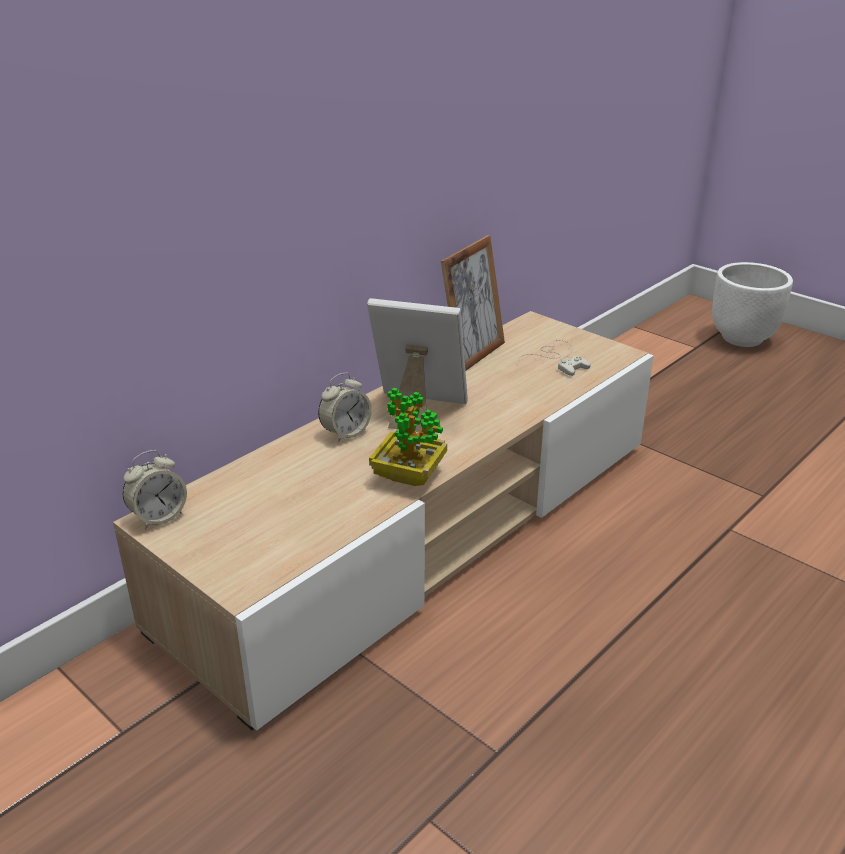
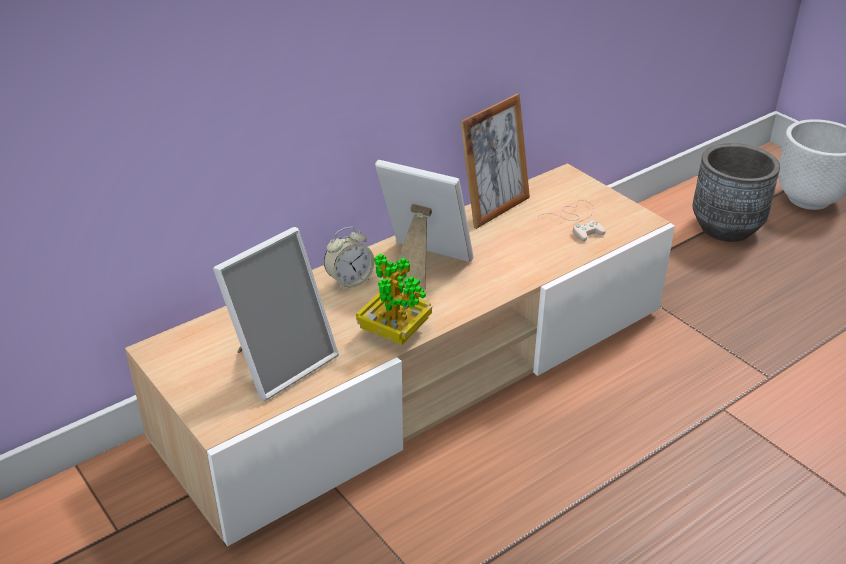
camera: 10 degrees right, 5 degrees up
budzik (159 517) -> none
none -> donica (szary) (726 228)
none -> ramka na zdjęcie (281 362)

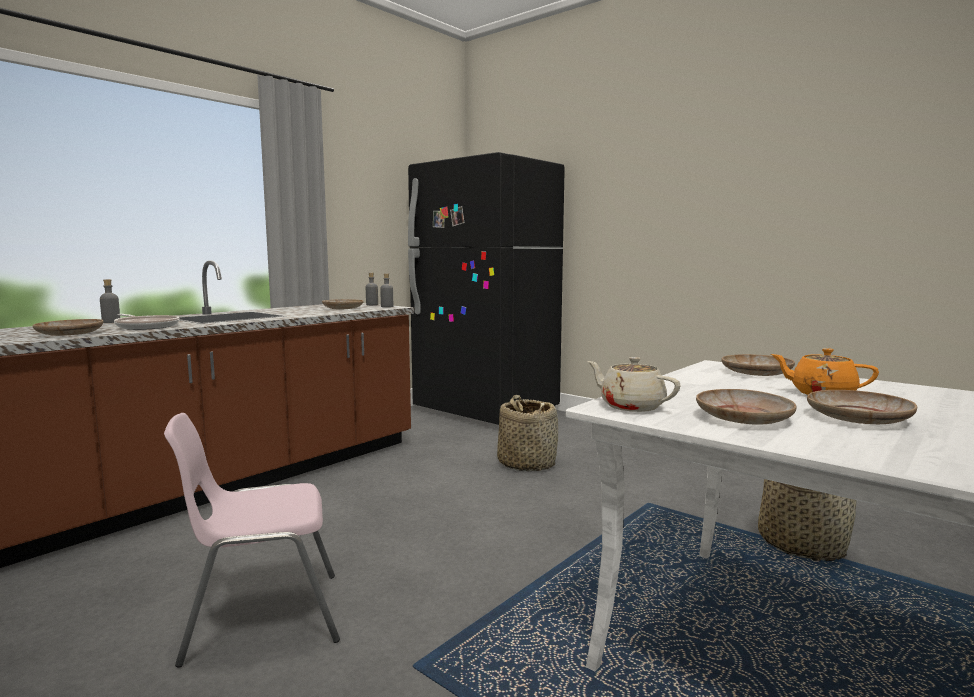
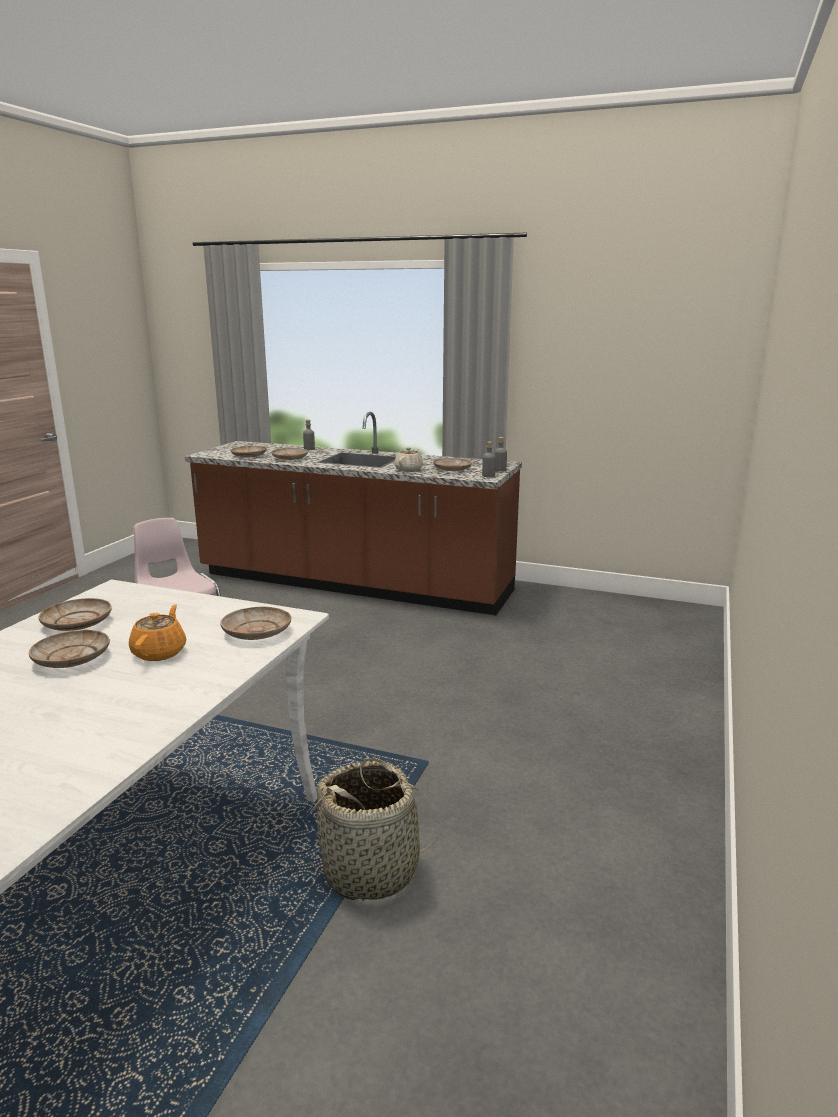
camera: 70 degrees right, 10 degrees up
lodówka (czarny) (486 411) -> none
patelnia (146 326) -> talerz (beżowy) (290 458)
imbryk (beżowy) (631 406) -> imbryk (beżowy) (409 469), move
koszyk (526 463) -> none

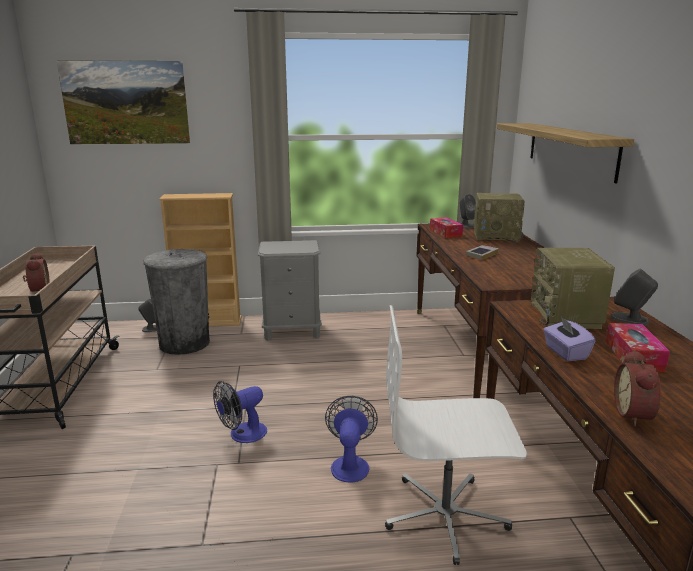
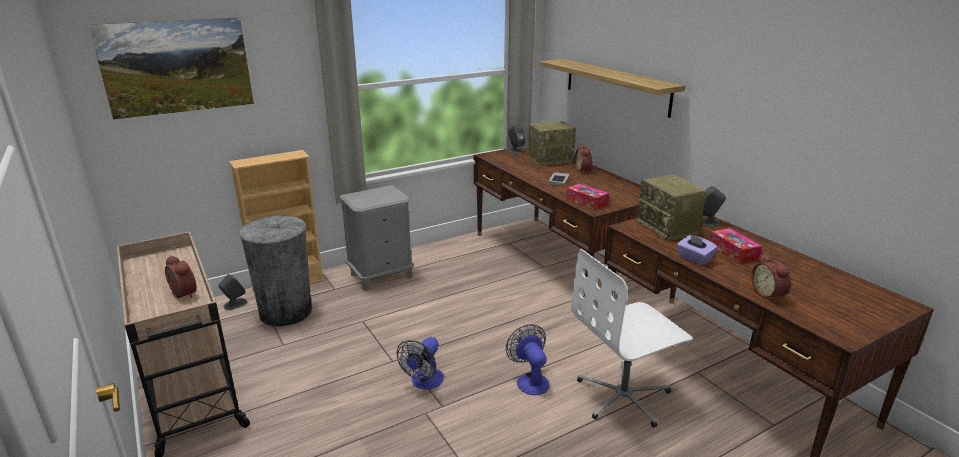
camera: 25 degrees left, 5 degrees up
pudełko chusteczek (445 233) -> pudełko chusteczek (586 202), move
none -> budzik (584 170)

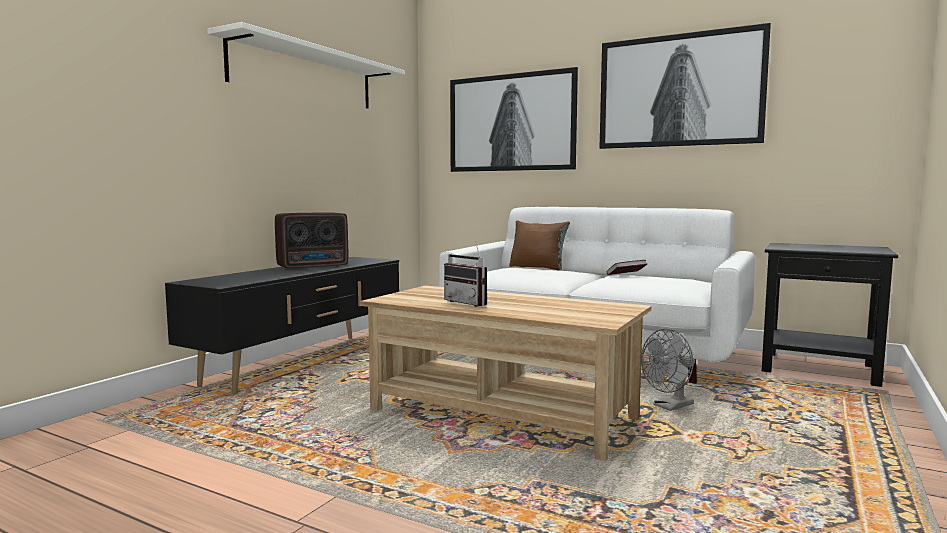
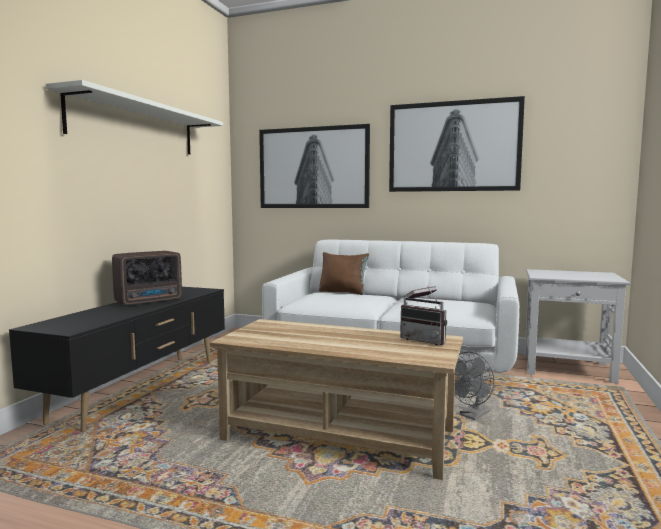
camera: 10 degrees left, 0 degrees up
radio (470 303) -> radio (425 340), move
stolik (czarny) (820 368) -> stolik (biały) (568 368)

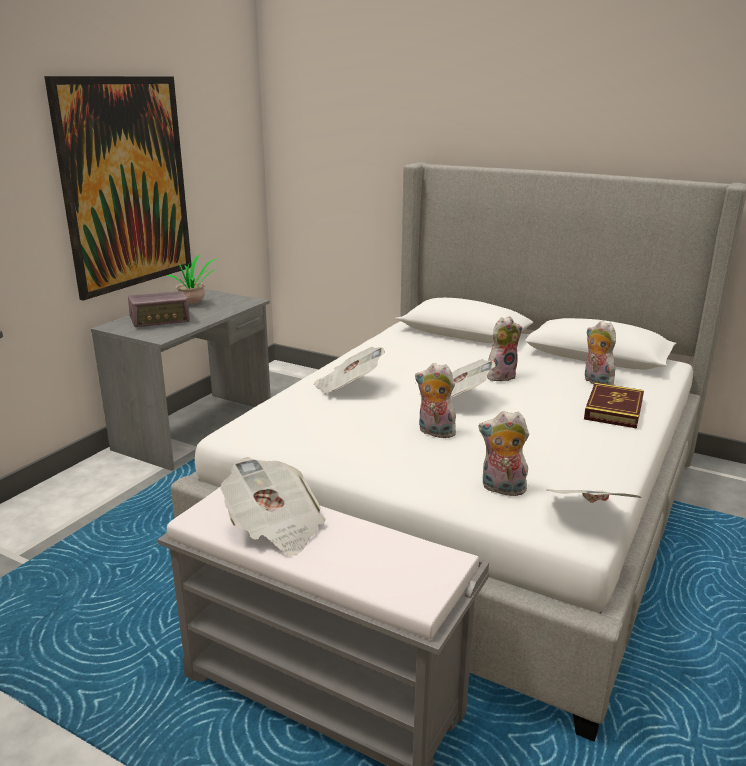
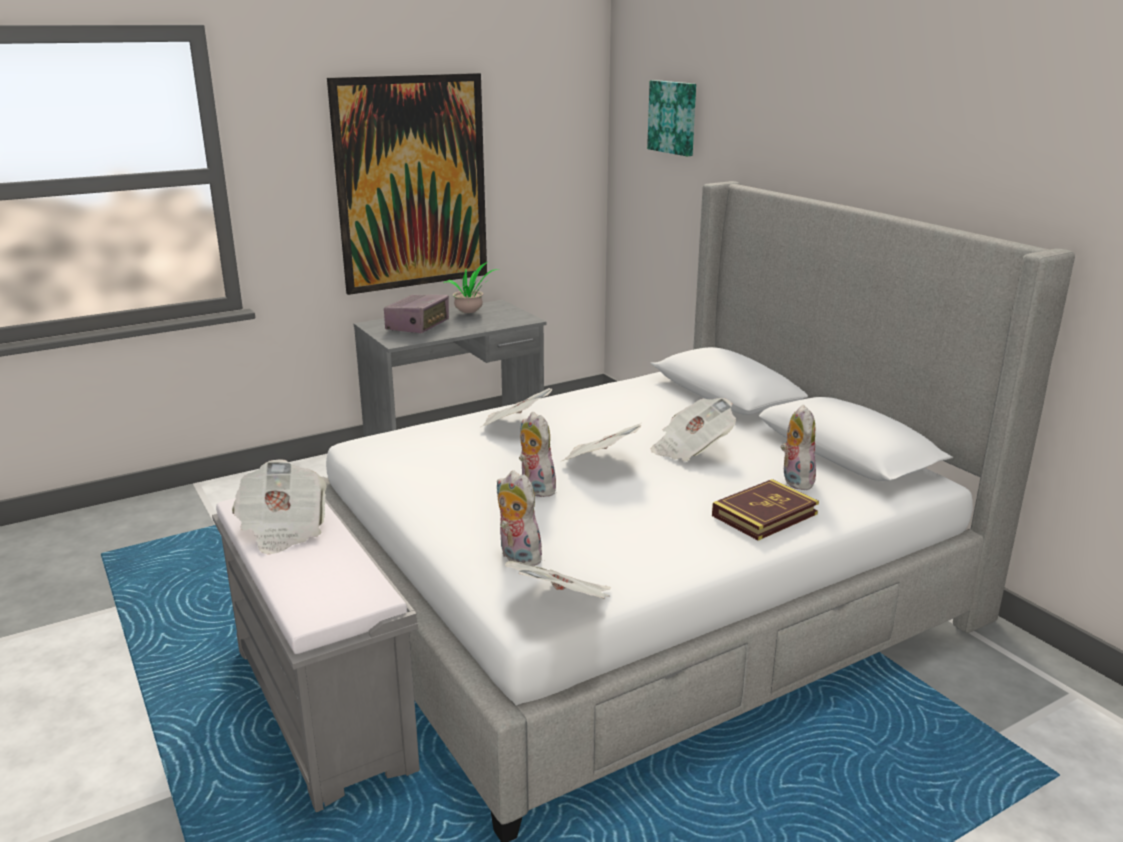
camera: 30 degrees right, 0 degrees up
radio (160 321) -> radio (418 326), 75 degrees counterclockwise
pluszak (501 376) -> gazeta (691 449)
none -> obraz (673 117)

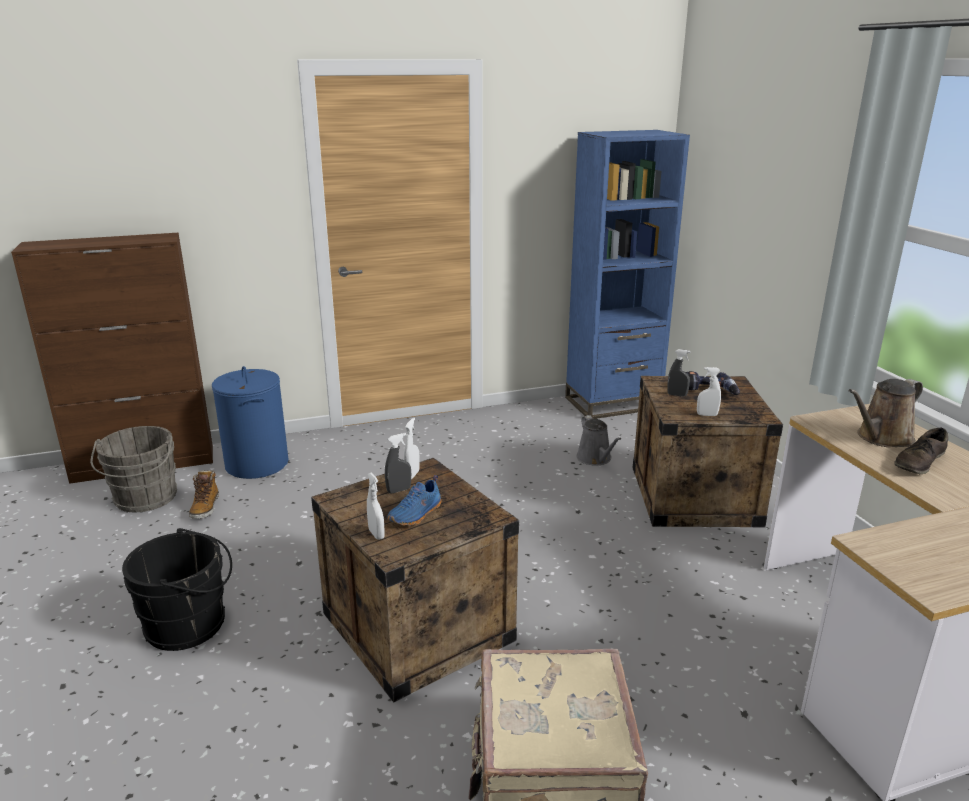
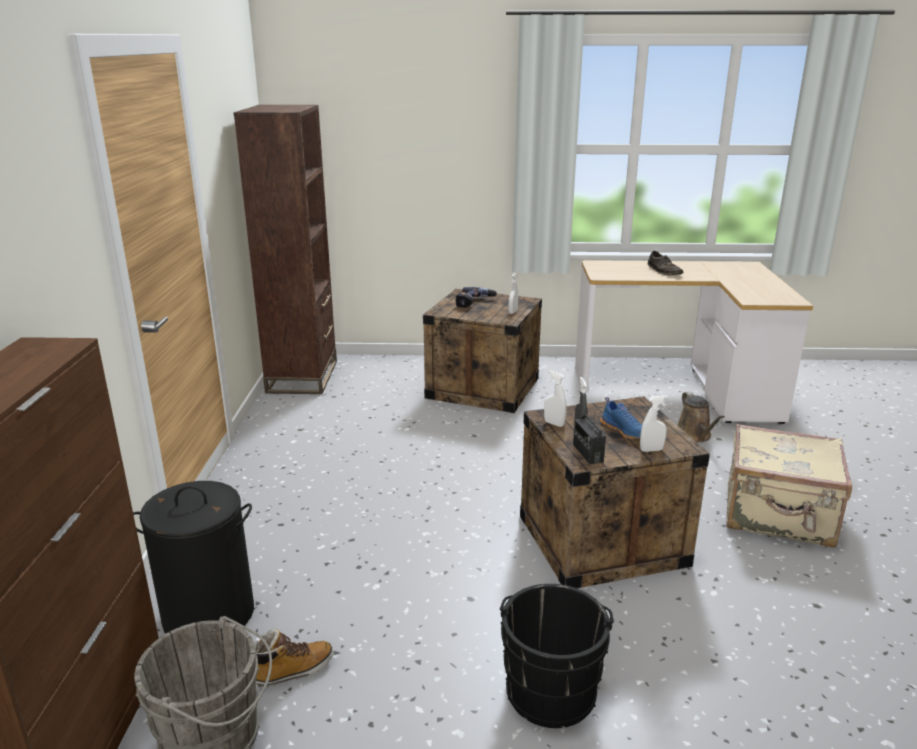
camera: 70 degrees left, 0 degrees up
regał (niebieski) (613 403) -> regał (brązowy) (303 377)
spryskiwacz (szary) (677 395) -> none
kosz na pranie (niebieski) (256 464) -> kosz na pranie (czarny) (208 615)
konewka (brązowy) (881 438) -> konewka (brązowy) (695 436), move
konewka (szary) (595 459) -> none
but z cholewką (205 508) -> but z cholewką (293 670), 45 degrees counterclockwise
none -> radio (587 453)

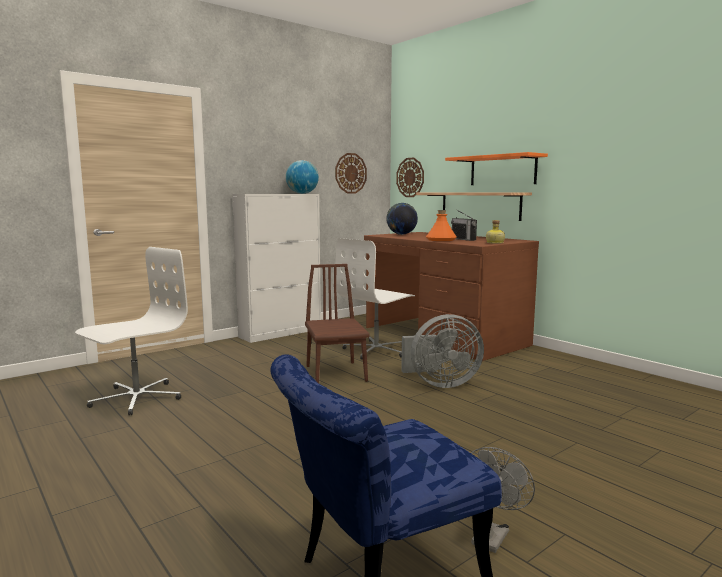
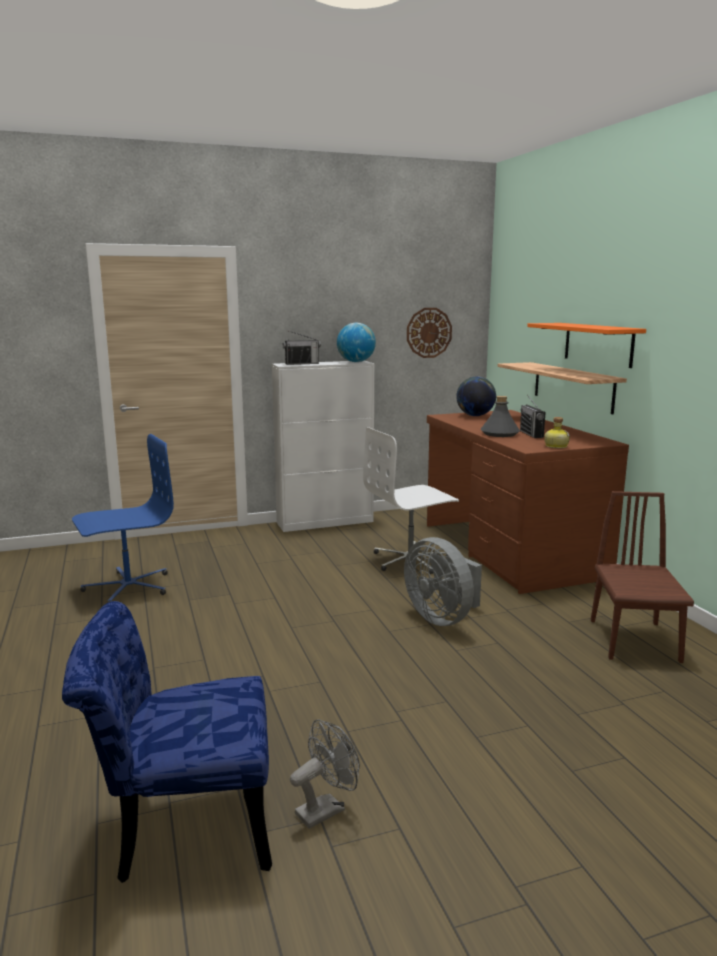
camera: 20 degrees right, 5 degrees up
zegar ścienny (410 177) -> none
butelka (pomarańczowy) (441 240) -> butelka (szary) (499 434)
krzesło biurowe (biały) (136 398) -> krzesło biurowe (niebieski) (128 587)
krzesło (brązowy) (336 373) -> krzesło (brązowy) (634 640), move
wentylator (szary) (440 383) -> wentylator (szary) (442 617), 45 degrees clockwise
none -> radio (302 364)

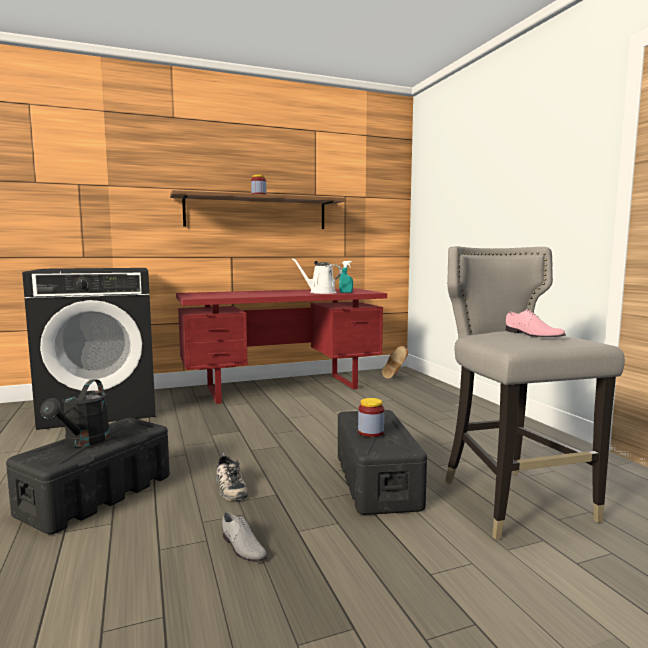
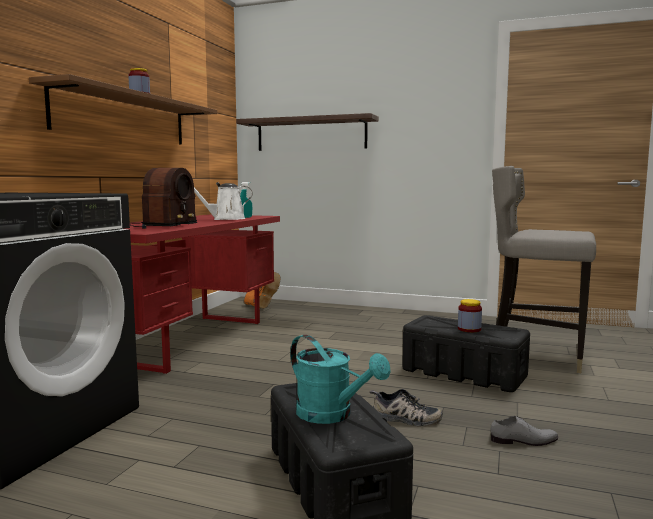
camera: 50 degrees left, 0 degrees up
but (różowy) (532 334) -> none
konewka (czarny) (83 442) -> konewka (turkusowy) (332 415)
none -> półka (311 134)
none -> radio (155 226)

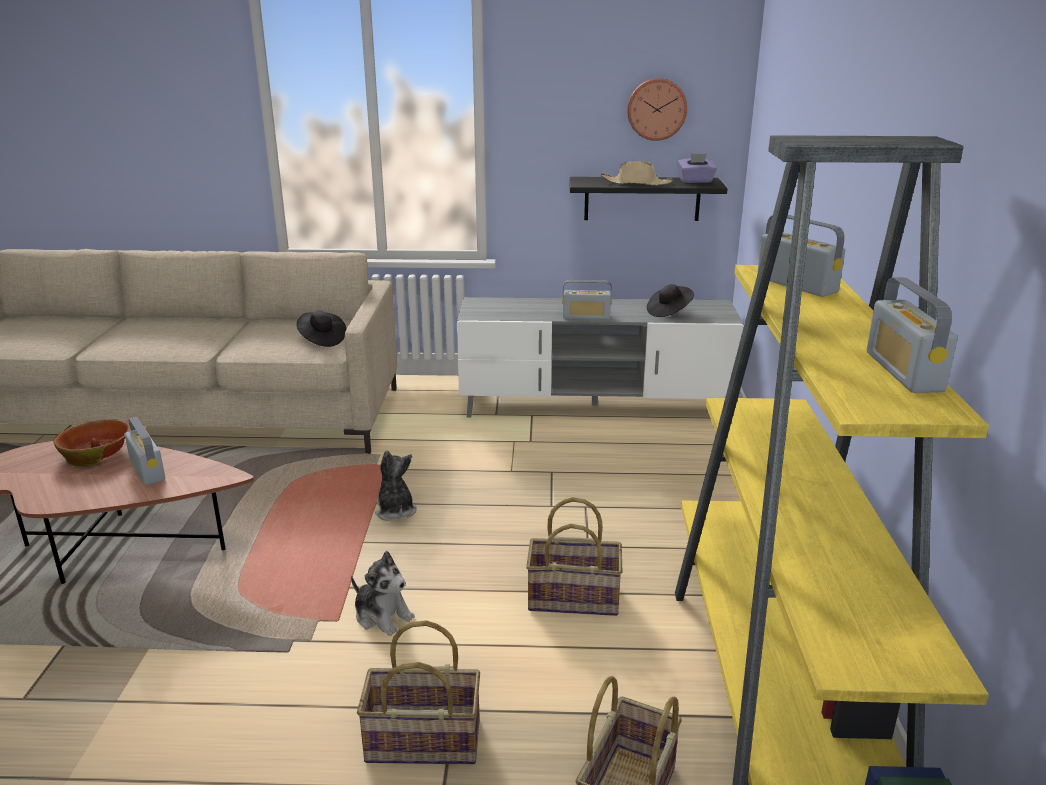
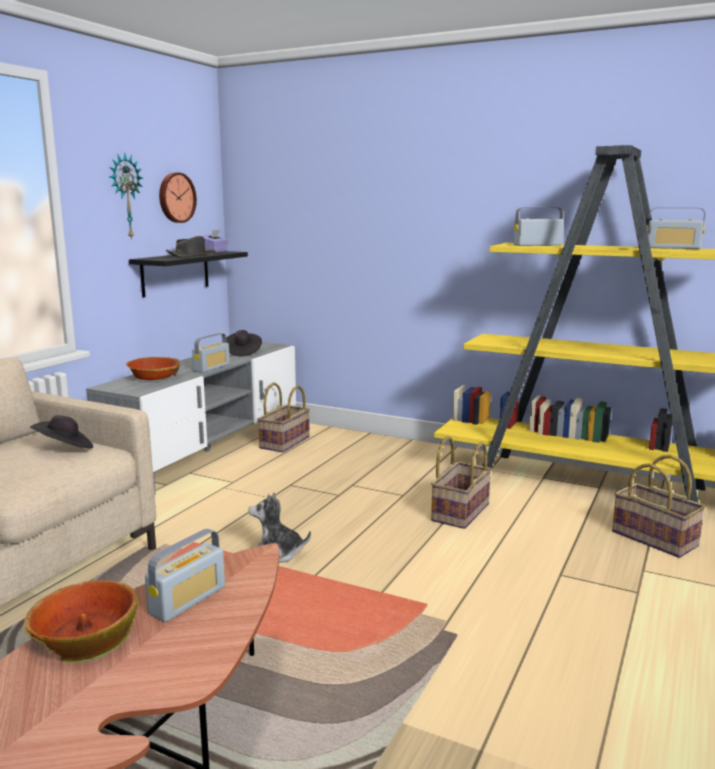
camera: 65 degrees left, 10 degrees down
kapelusz (beżowy) (636 183) -> kapelusz (czarny) (191 255)
radio (147 470) -> radio (188 600), 135 degrees clockwise
pluszak (382 616) -> none
koszyk (422 742) -> koszyk (285 443), move
none -> zegar ścienny (125 196)
none -> miska (154 378)

